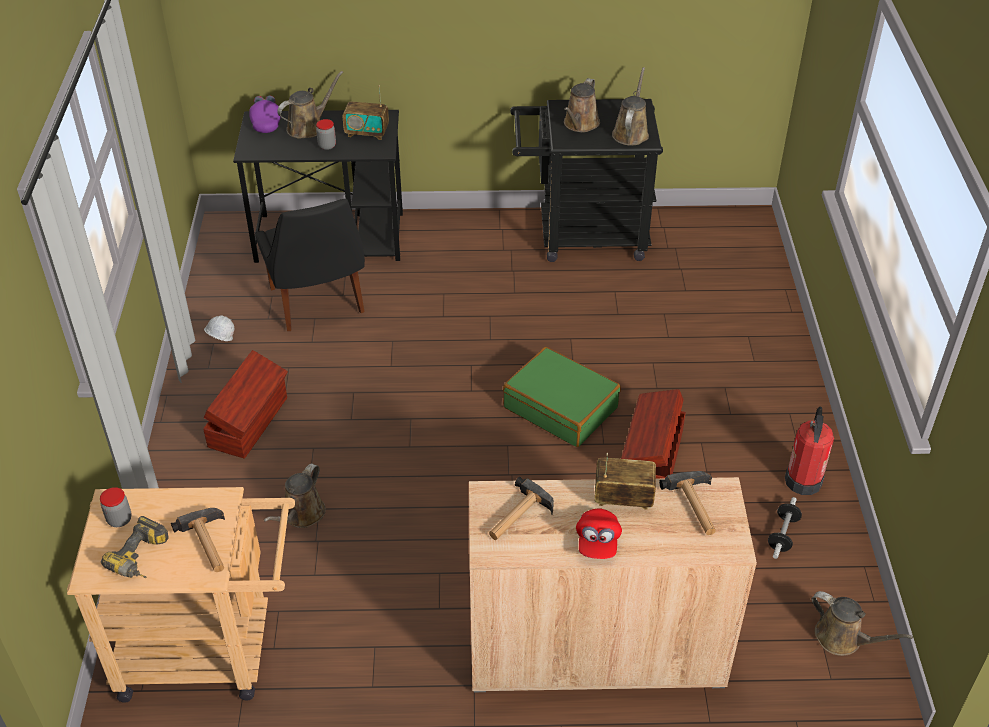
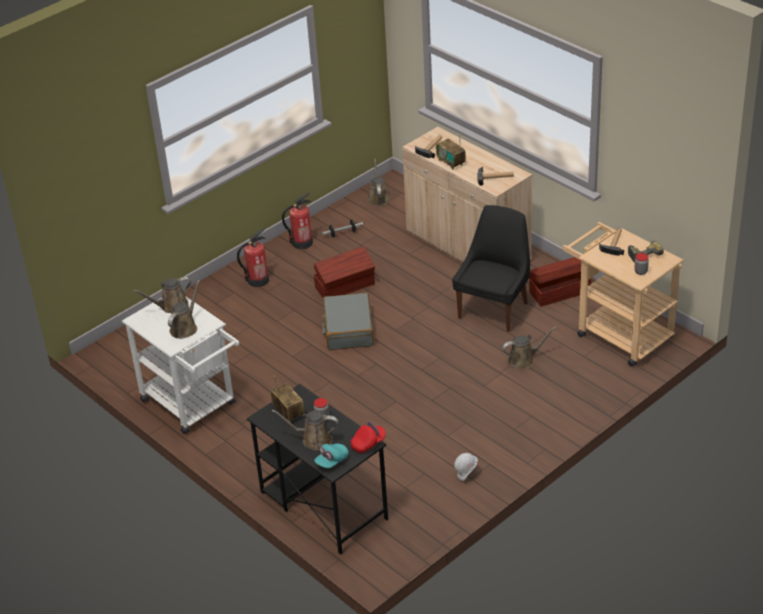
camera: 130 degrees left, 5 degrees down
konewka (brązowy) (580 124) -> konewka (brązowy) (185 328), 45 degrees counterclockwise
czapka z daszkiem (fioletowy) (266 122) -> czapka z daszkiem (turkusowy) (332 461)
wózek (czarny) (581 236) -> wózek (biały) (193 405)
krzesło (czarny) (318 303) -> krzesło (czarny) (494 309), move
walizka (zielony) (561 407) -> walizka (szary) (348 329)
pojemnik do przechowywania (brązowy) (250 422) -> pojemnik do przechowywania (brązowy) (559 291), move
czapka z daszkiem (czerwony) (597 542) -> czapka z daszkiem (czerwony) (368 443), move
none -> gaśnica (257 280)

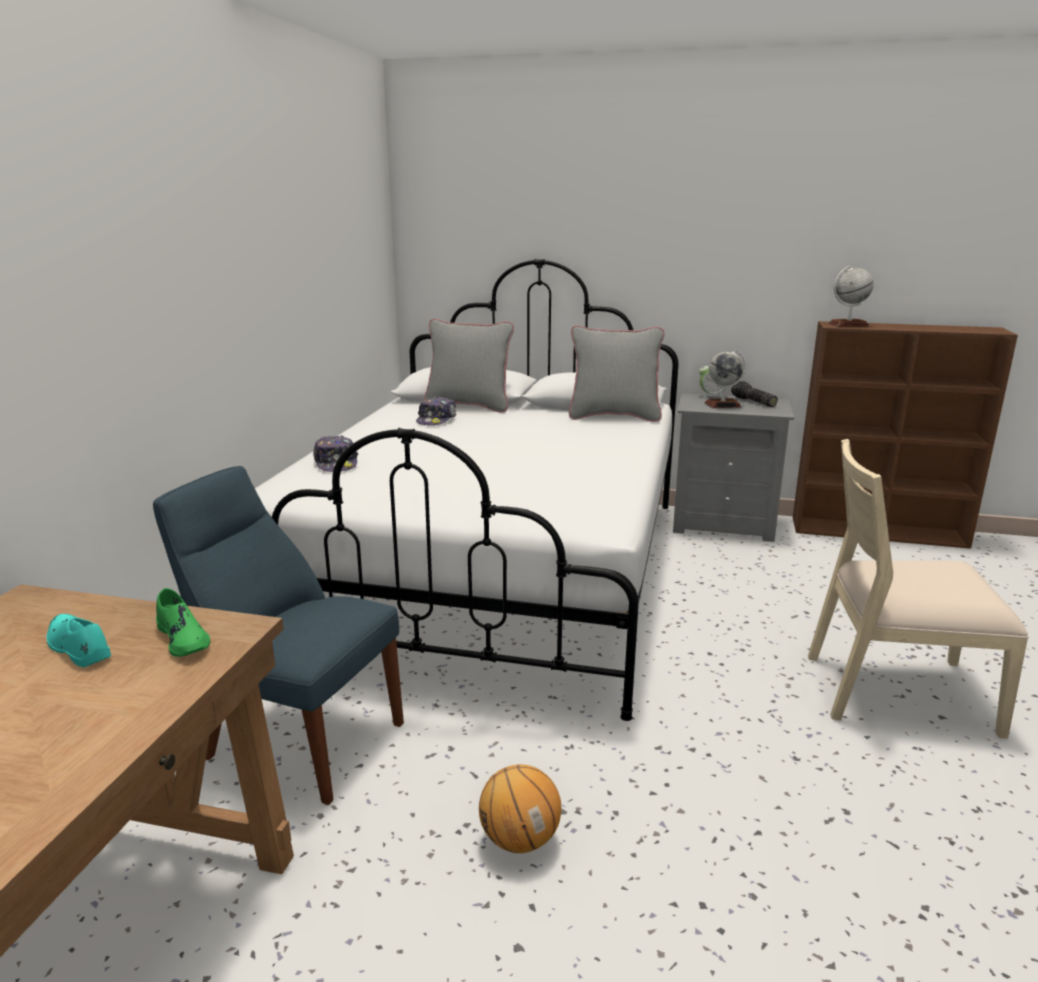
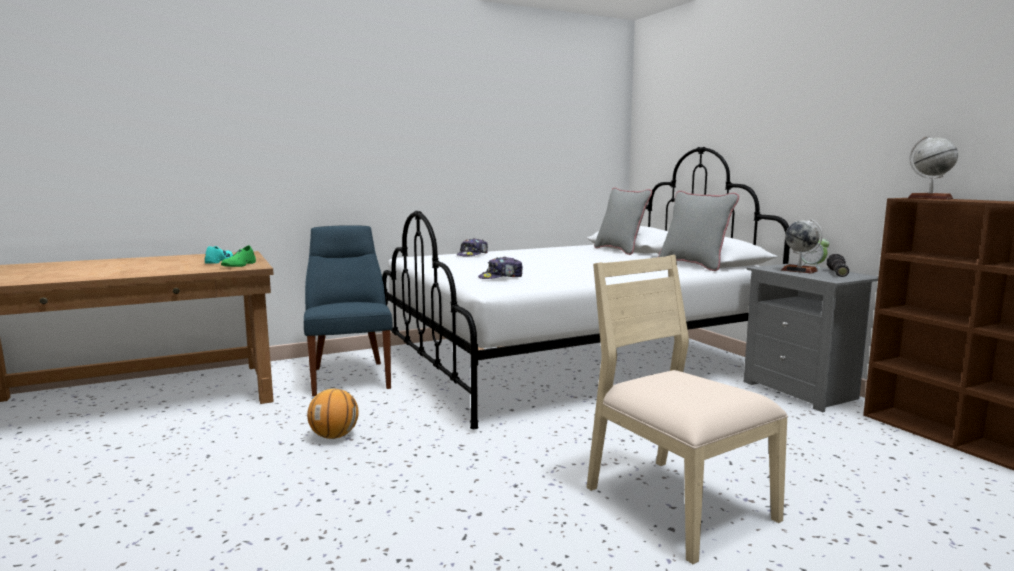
camera: 50 degrees right, 10 degrees down
czapka z daszkiem (437 420) -> czapka z daszkiem (501 277), move

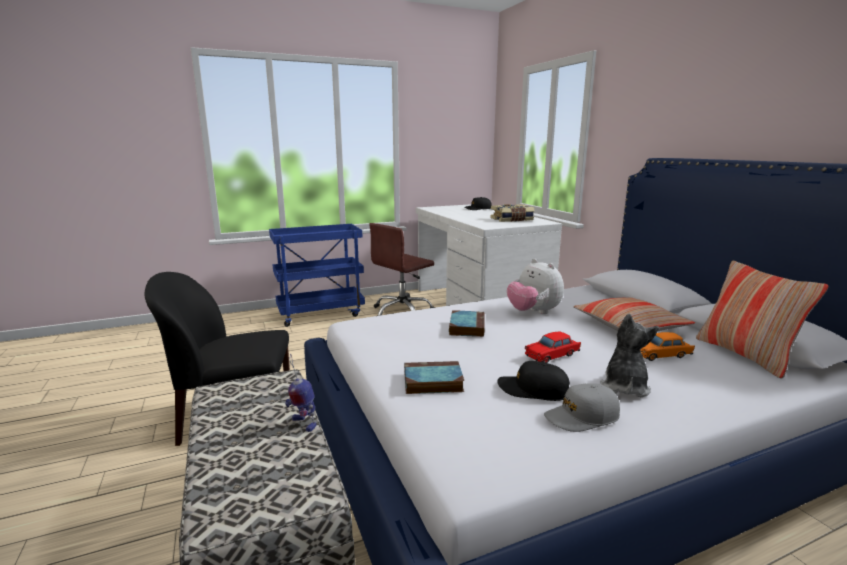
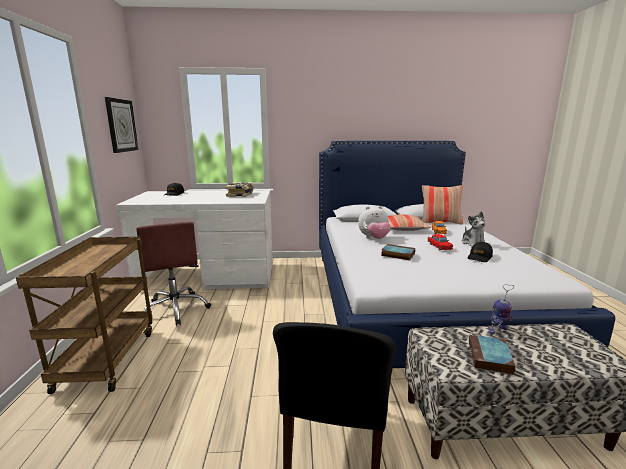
camera: 70 degrees left, 0 degrees up
wózek (niebieski) (321 313) -> wózek (brązowy) (107 358)
pluszak (624 386) -> pluszak (473 243), 135 degrees counterclockwise
książka (431 382) -> książka (490 358), move
czapka z daszkiem (szary) (582 417) -> none
none -> zegar ścienny (121 125)

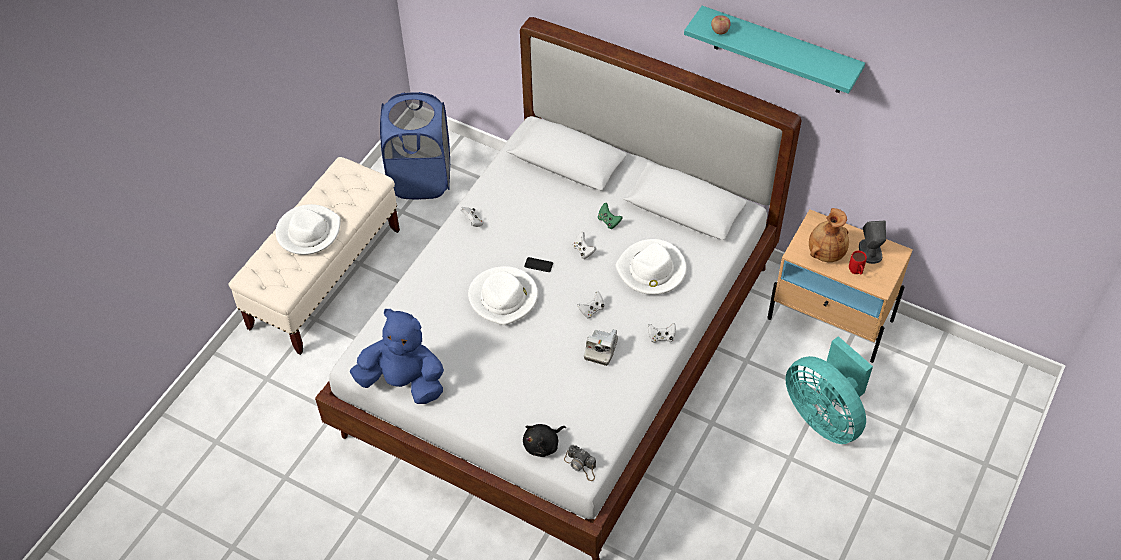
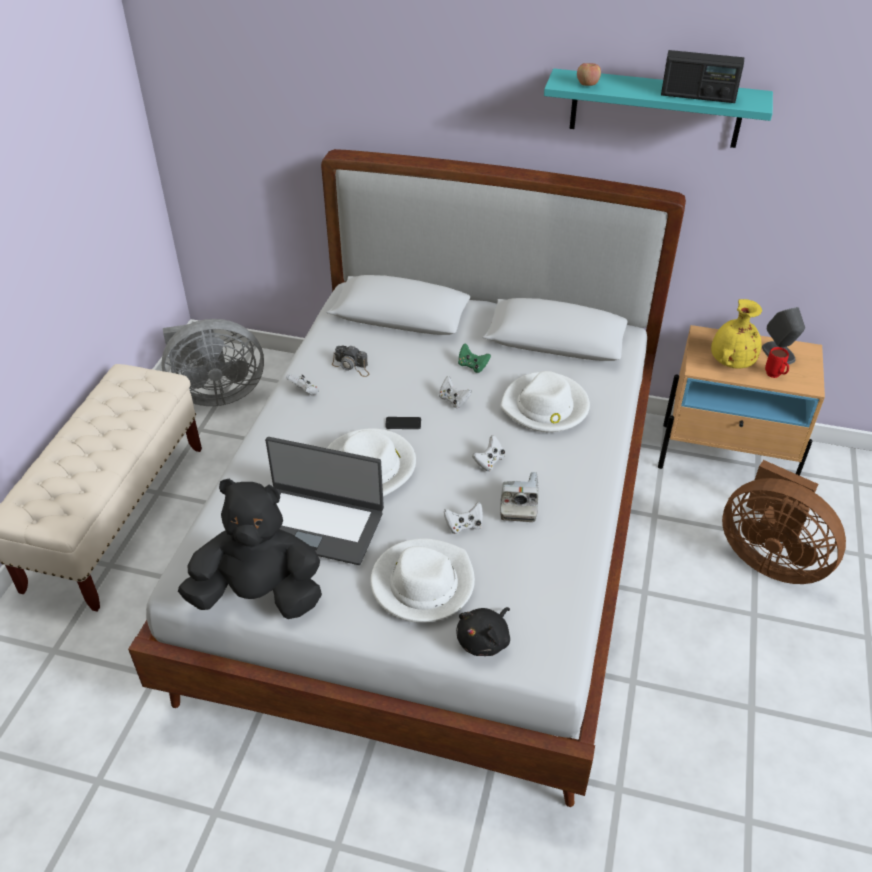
camera: 15 degrees left, 10 degrees down
kosz na pranie (niebieski) (421 178) -> wentylator (szary) (216 393)
kapelusz (biały) (308 232) -> kapelusz (biały) (422 583), move
wazon (brązowy) (825 252) -> wazon (żółty) (730 362)
pluszak (niebieski) (404 382) -> pluszak (czarny) (259 595)
pad do gier (biały) (661 337) -> pad do gier (biały) (464 526), move
wentylator (turkusowy) (824 415) -> wentylator (brązowy) (769 558)
aparat fotograficzny (581 465) -> aparat fotograficzny (352 366), move
none -> radio (698 96)
none -> laptop (317 524)

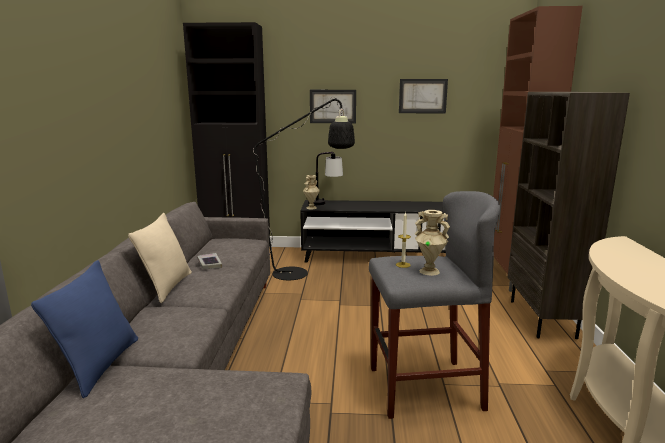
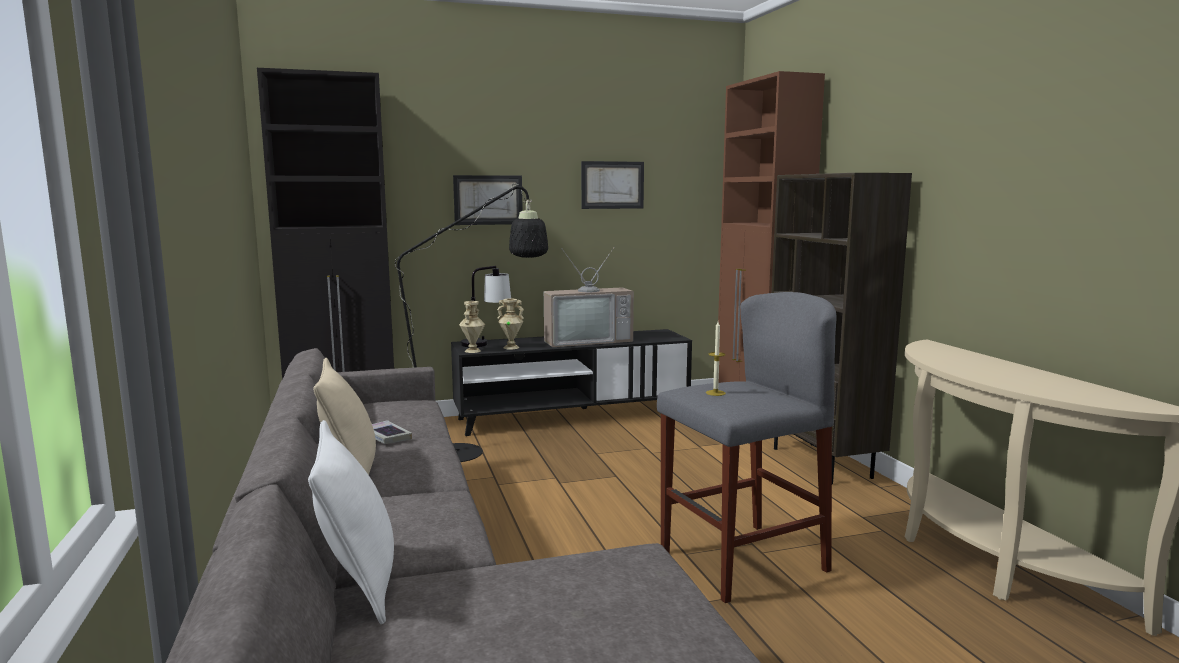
camera: 20 degrees left, 5 degrees down
wazon (beżowy) (429 271) -> wazon (beżowy) (511 347), move
poduszka (niebieski) (100 365) -> poduszka (biały) (359 583)
none -> telewizor (587 340)

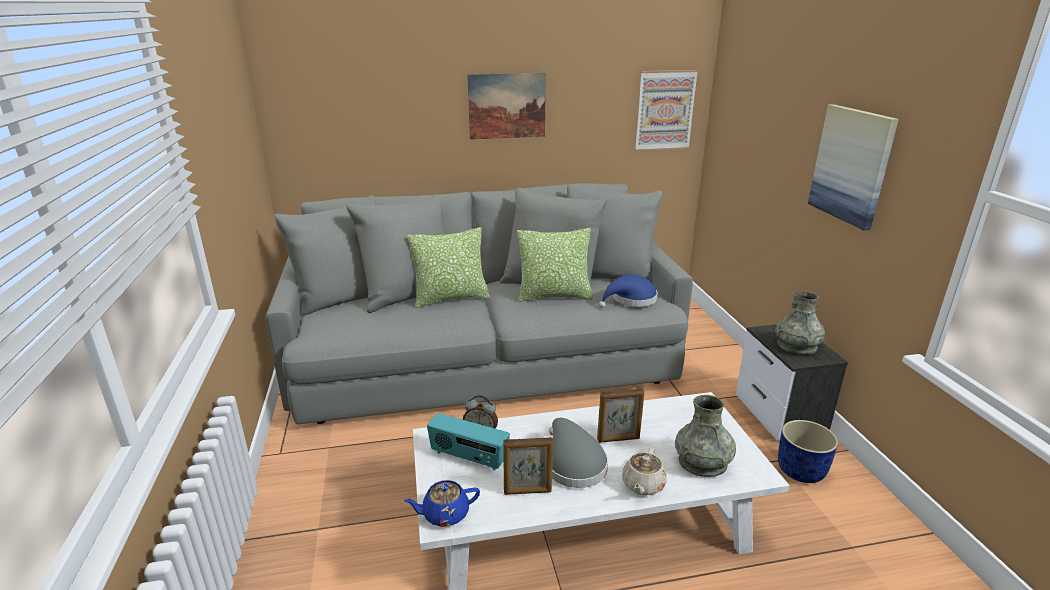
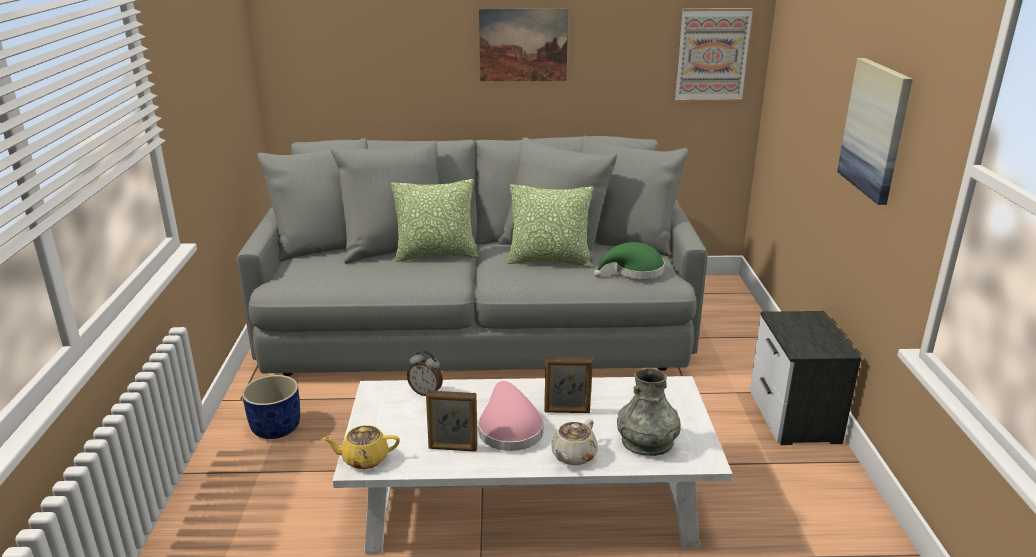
camera: 10 degrees right, 0 degrees up
kapelusz (niebieski) (631 300) -> kapelusz (zielony) (634 271)
wazon (szary) (796 347) -> none
radio (468 457) -> none
kapelusz (szary) (573 464) -> kapelusz (różowy) (509 429)
donica (niebieski) (801 471) -> donica (niebieski) (276 429), move
imbryk (niebieski) (444 514) -> imbryk (żółty) (364 459)

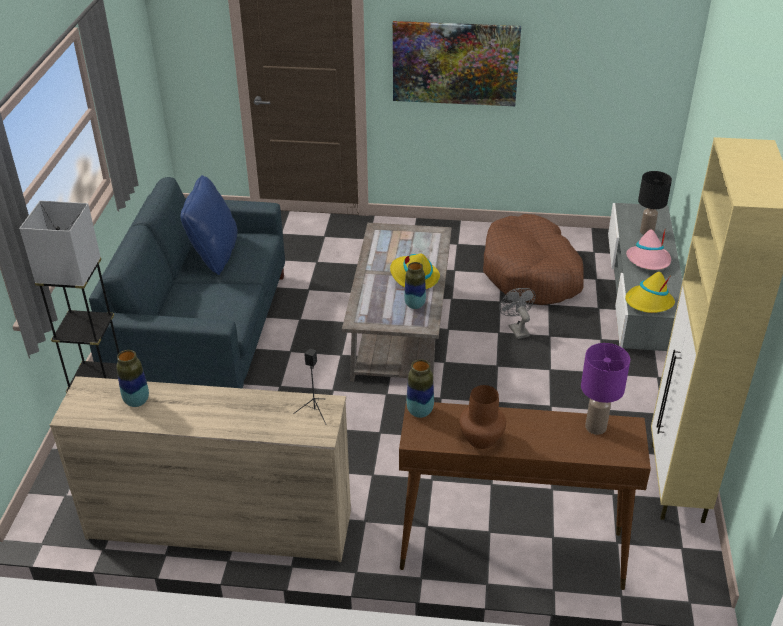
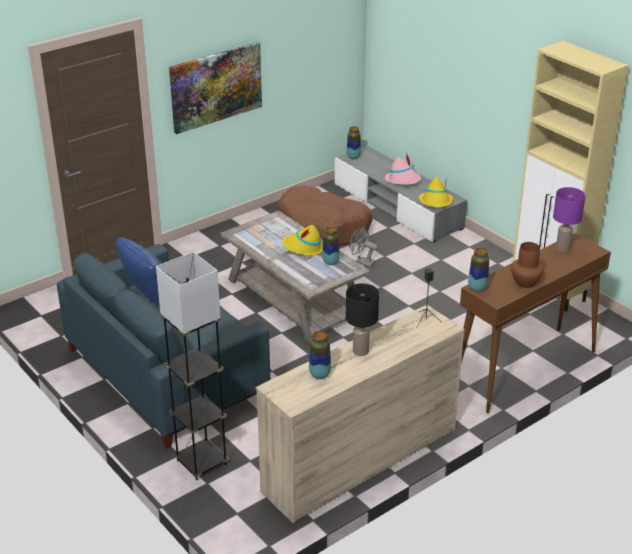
camera: 45 degrees left, 5 degrees down
lampa stołowa (czarny) (647 232) -> lampa stołowa (czarny) (361 351), move
none -> wazon (353 157)

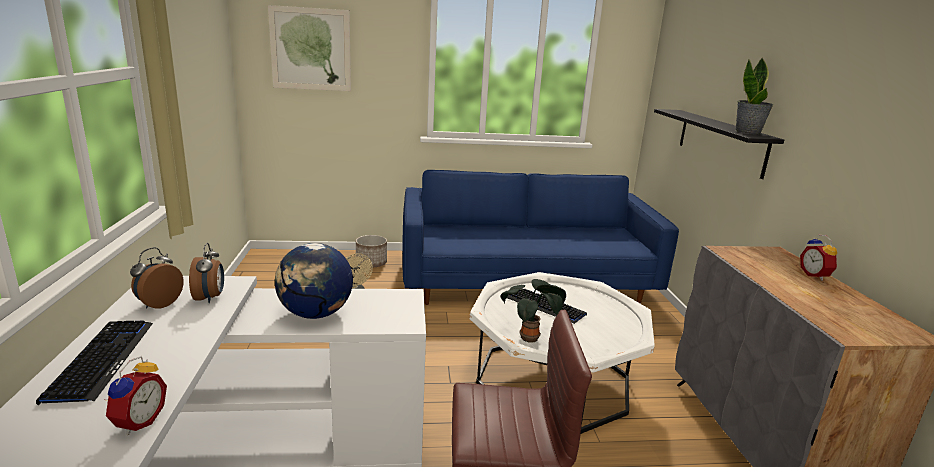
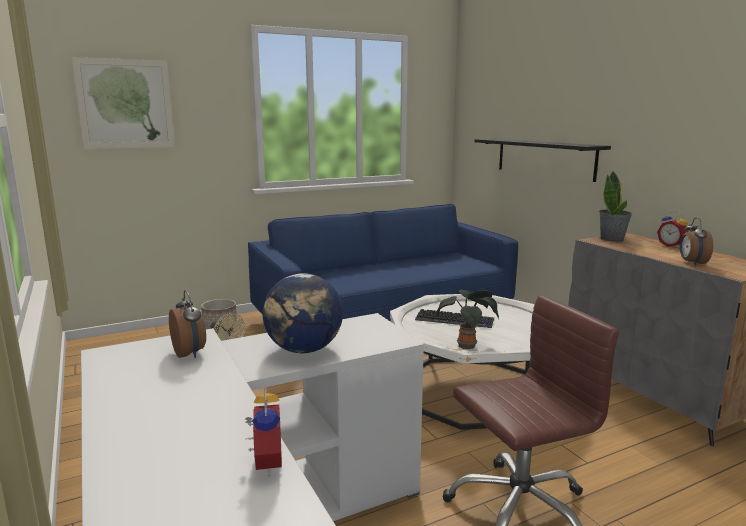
camera: 20 degrees left, 5 degrees down
roślina doniczkowa (748 132) -> roślina doniczkowa (612 239), move
budzik (158 304) -> budzik (692 263), move
klawiatura (101 360) -> none

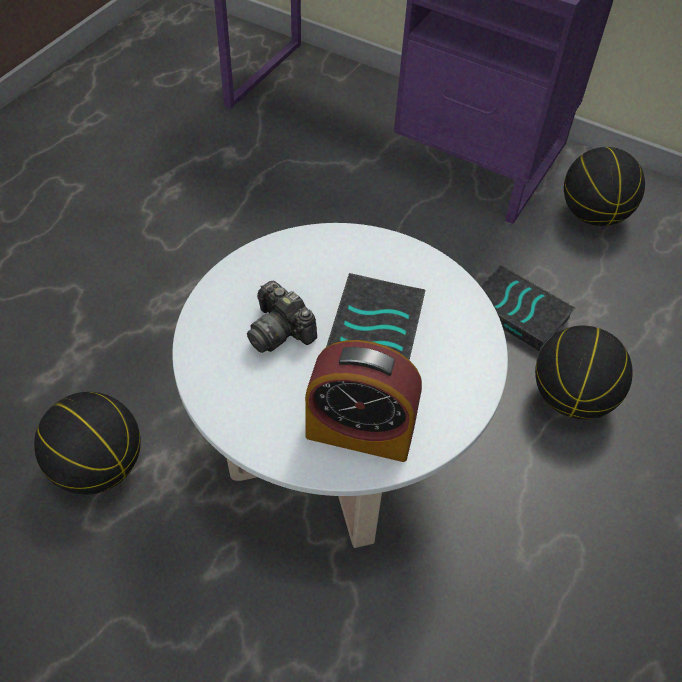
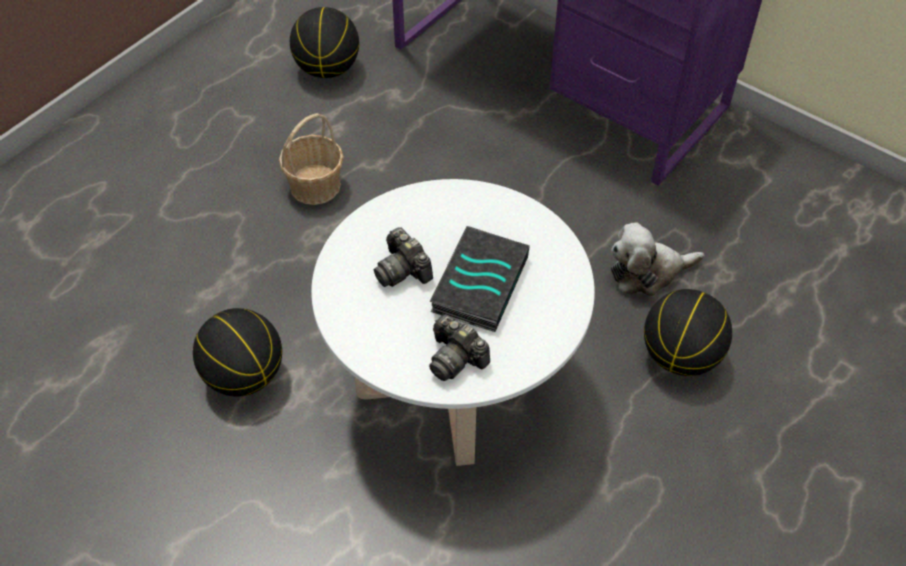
camera: 10 degrees right, 0 degrees up
piłka do koszykówki (593 214) -> piłka do koszykówki (328 69), move
książka (520 312) -> pluszak (648 272)
budzik (360 431) -> aparat fotograficzny (455 358)
none -> koszyk (315 185)

